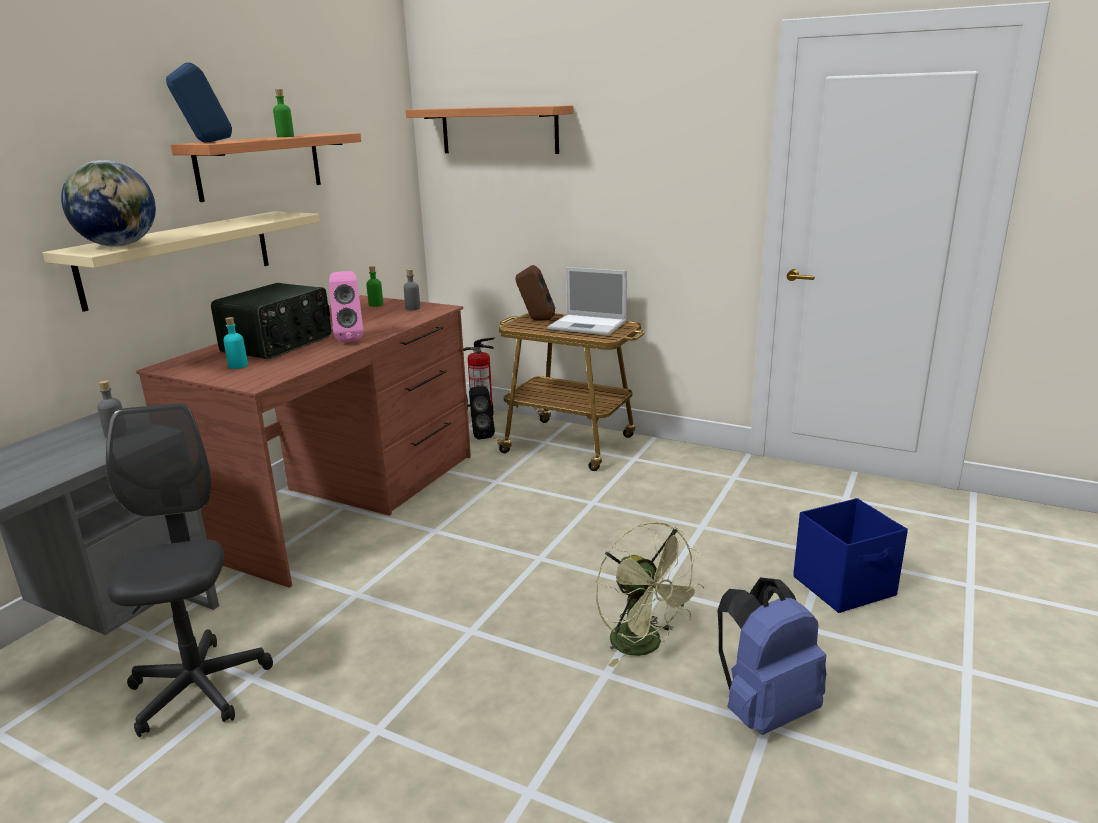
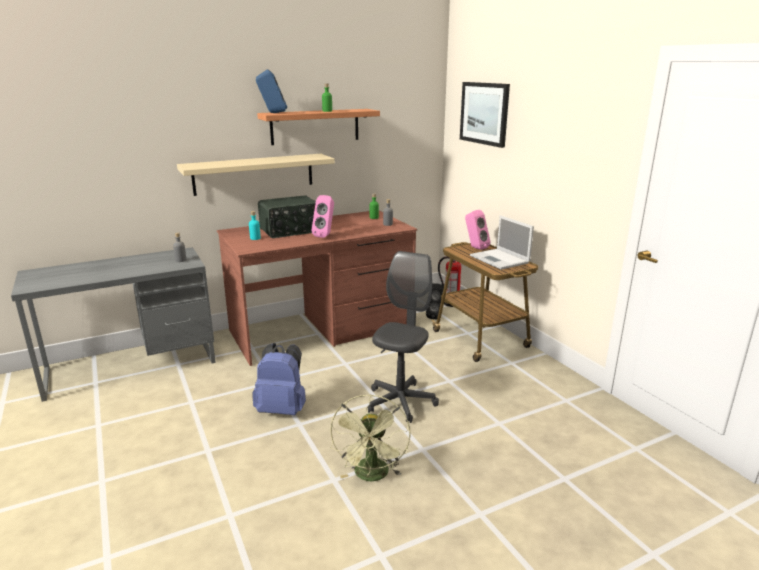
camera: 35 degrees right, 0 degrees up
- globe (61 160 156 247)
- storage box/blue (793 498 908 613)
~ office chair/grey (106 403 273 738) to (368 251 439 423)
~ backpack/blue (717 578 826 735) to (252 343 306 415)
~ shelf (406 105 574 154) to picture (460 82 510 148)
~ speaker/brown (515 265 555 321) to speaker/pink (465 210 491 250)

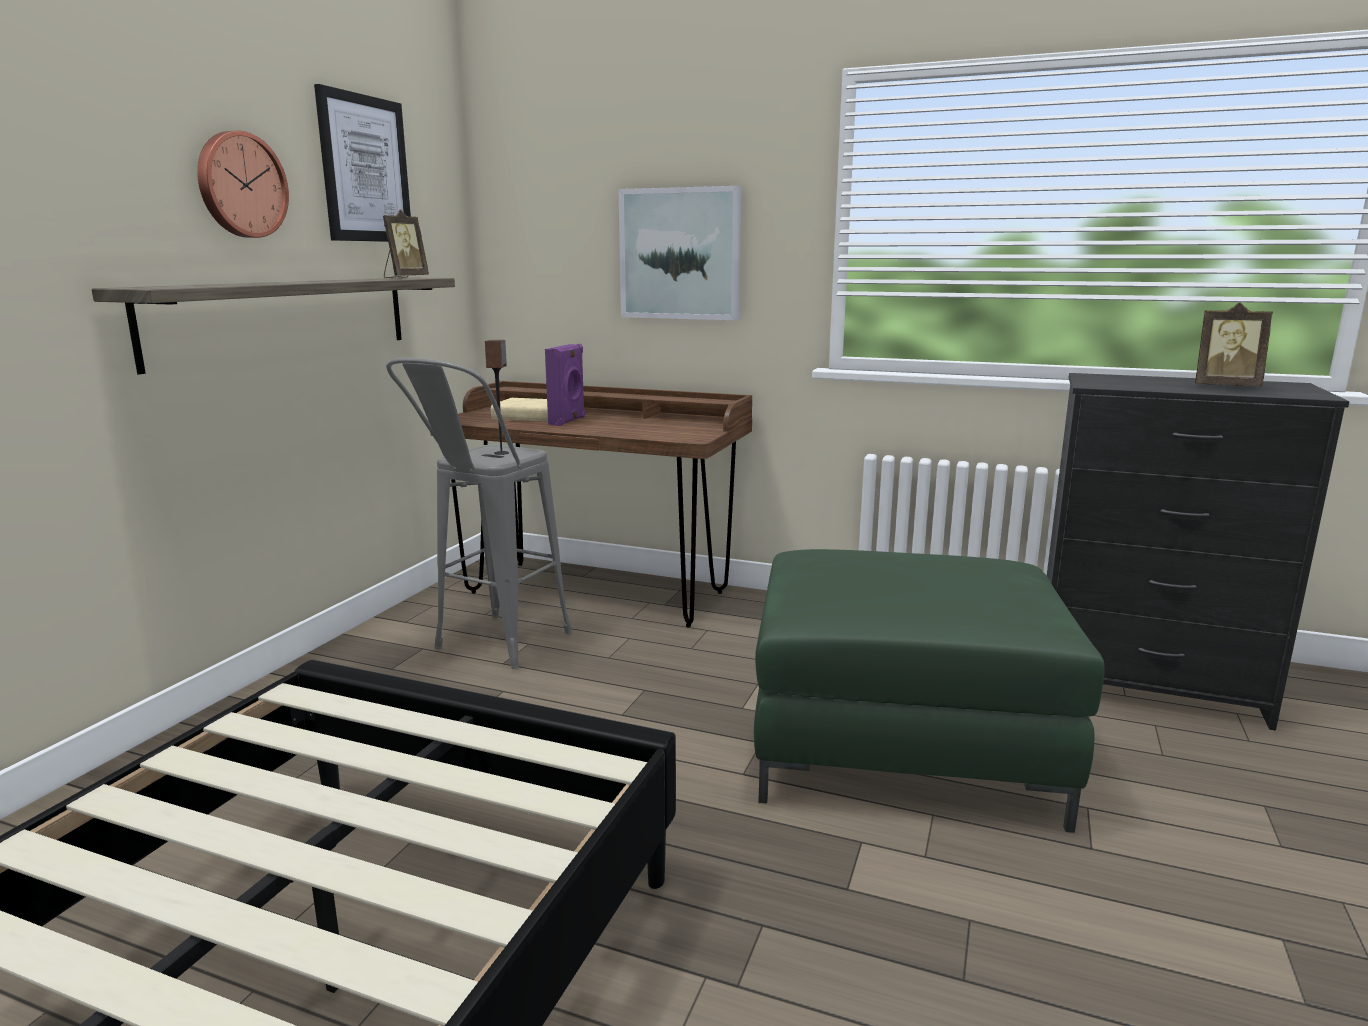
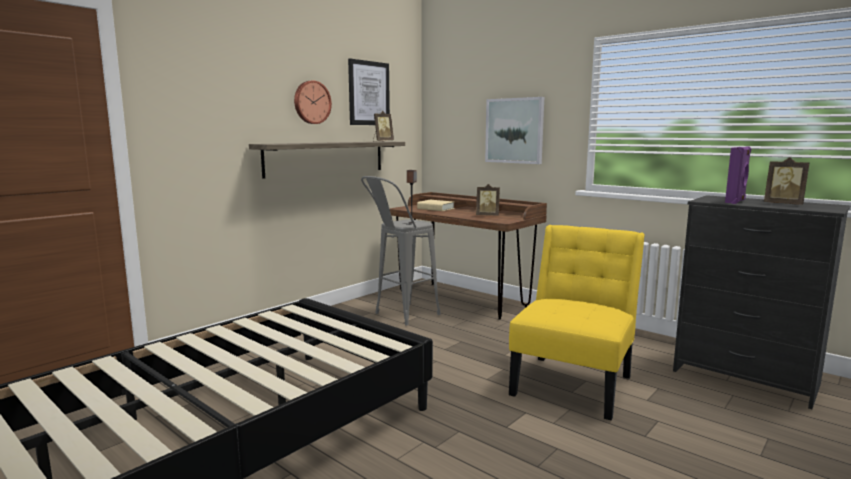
camera: 20 degrees right, 5 degrees down
+ picture frame (476 184 500 216)
~ speaker/purple (545 344 585 426) to (725 146 751 204)
~ ottoman/green (754 549 1105 833) to chair/yellow (509 225 645 421)

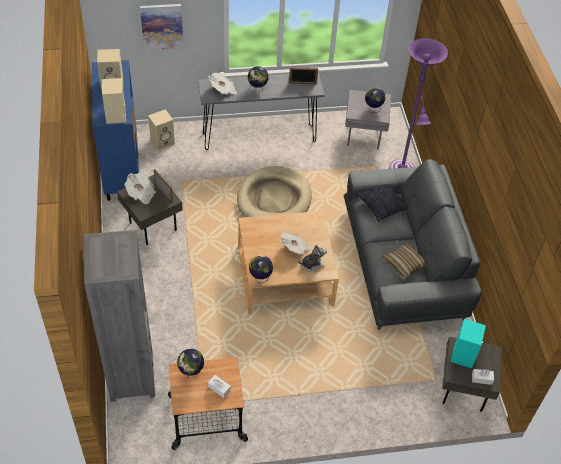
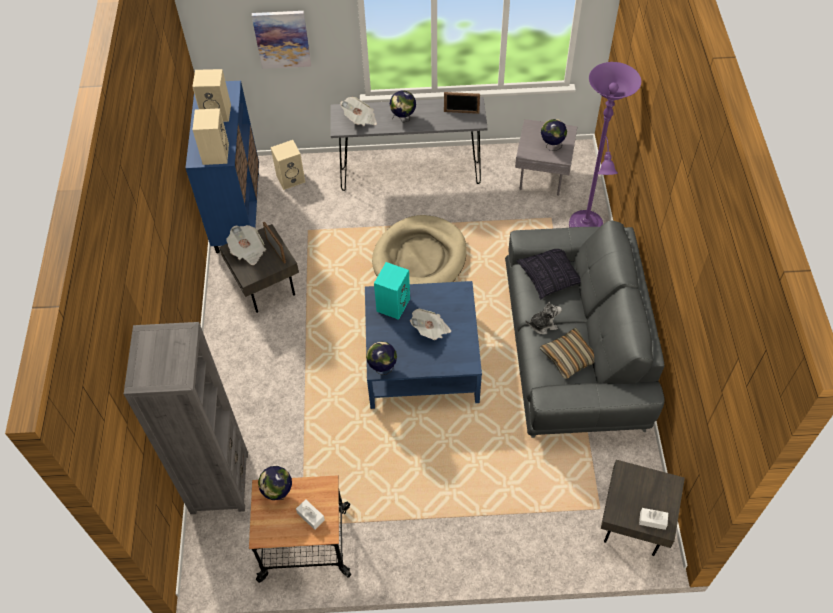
camera: 10 degrees right, 5 degrees up
~ plush toy (298 245 327 272) to (525 302 562 334)
~ speaker/turquoise (451 319 486 368) to (374 262 410 320)
~ coffee table/beige (238 211 339 314) to coffee table/blue (365 281 482 409)

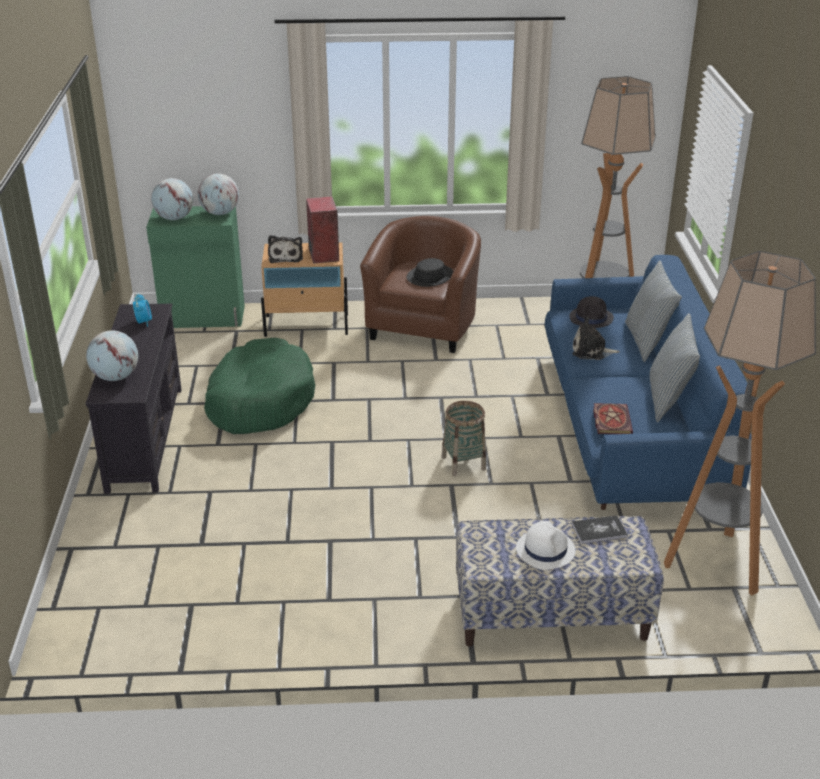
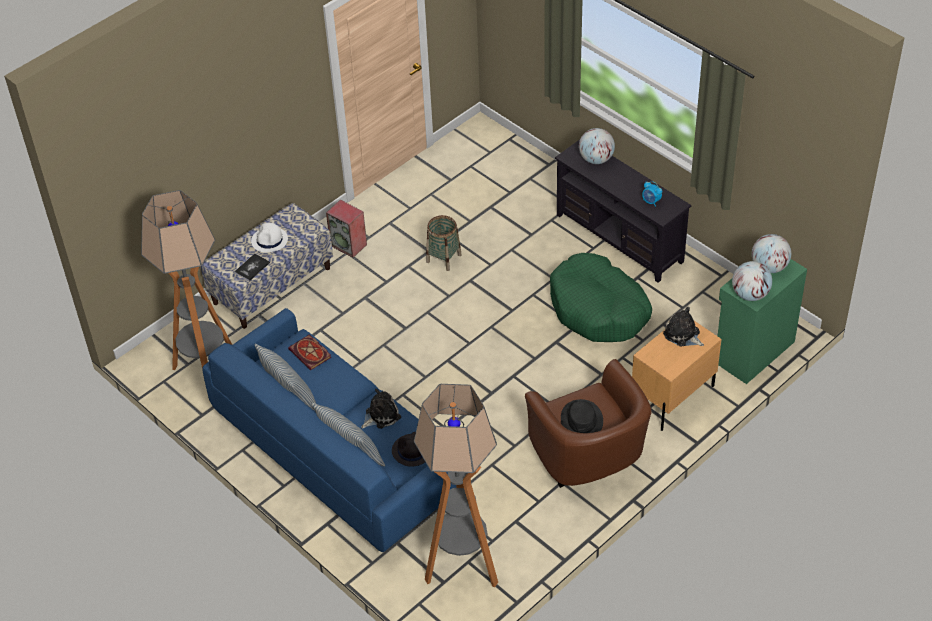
camera: 140 degrees right, 15 degrees up
~ speaker (306 196 339 264) to (326 200 367 258)
~ basket (442 401 486 476) to (426 215 462 271)

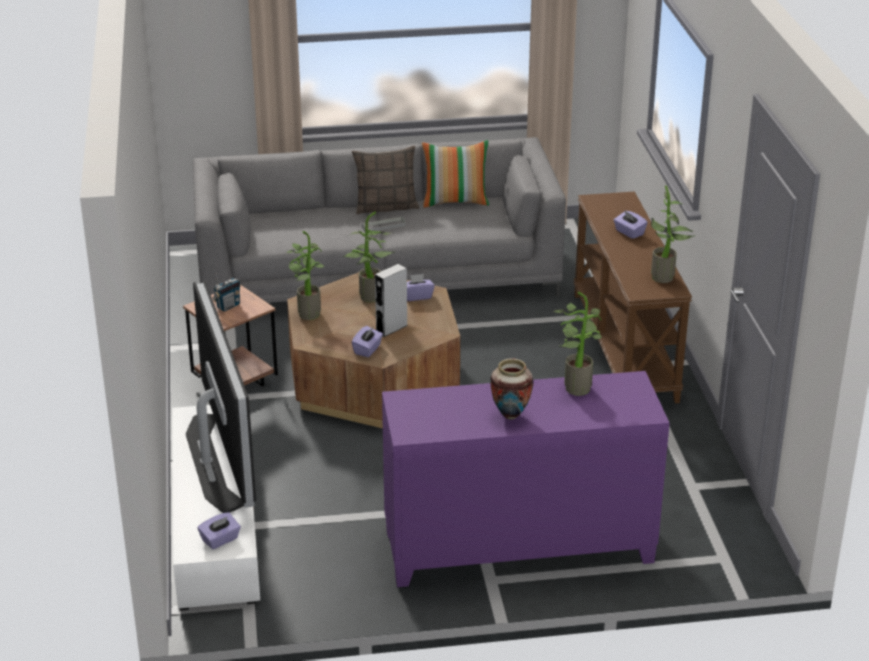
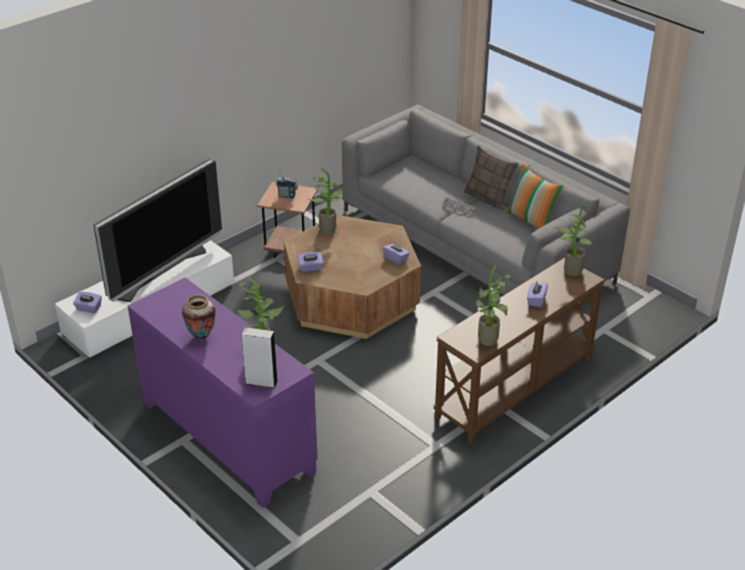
camera: 55 degrees right, 5 degrees up
~ potted plant (343 211 394 302) to (554 205 593 276)
~ speaker/grey (375 264 408 337) to (241 327 278 388)

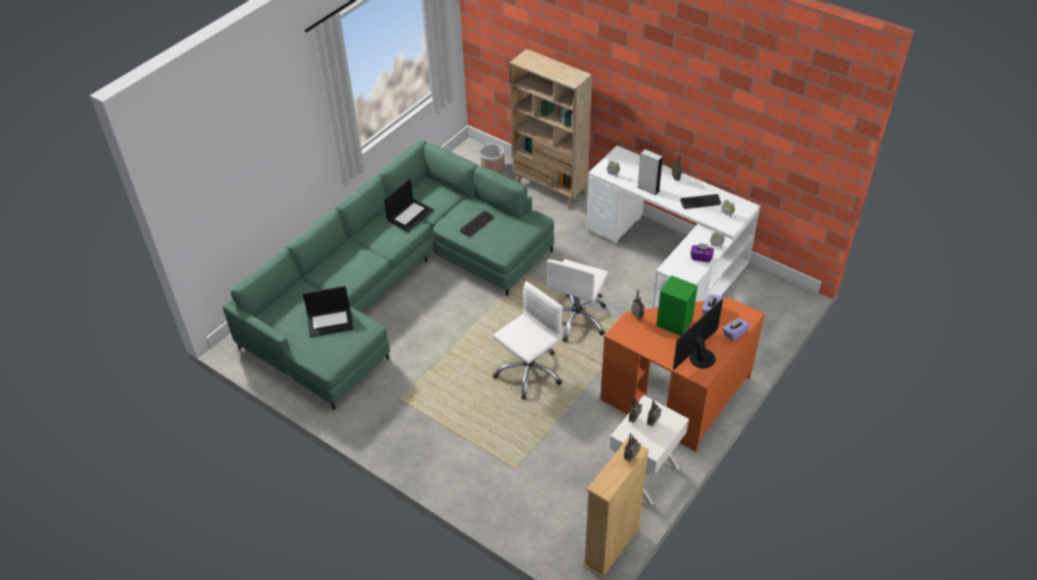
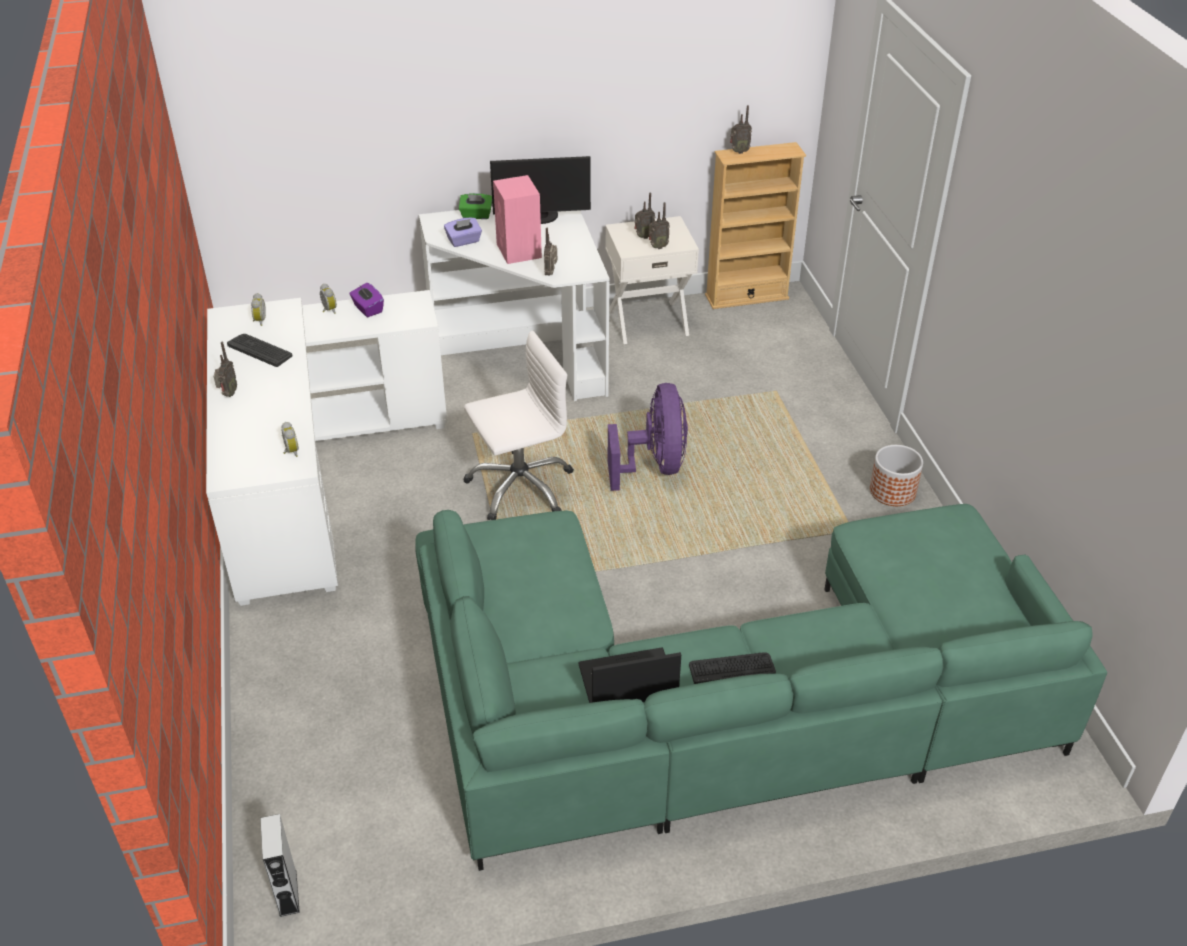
camera: 140 degrees left, 5 degrees down
- laptop (303 286 354 337)
- bookcase/beige (509 49 592 210)
~ keyboard (460 210 494 237) to (689 652 776 684)
~ planter (480 144 505 174) to (870 445 923 506)
~ speaker/grey (637 149 663 195) to (260 814 300 917)
~ office chair/white (493 281 563 400) to fan/purple (608 383 688 491)
~ desk/orange (600 298 765 452) to desk/white (419 206 610 401)
~ speaker/green (656 275 698 336) to speaker/pink (493 175 542 264)
~ tissue box/purple (723 318 750 341) to tissue box/green (459 193 492 219)

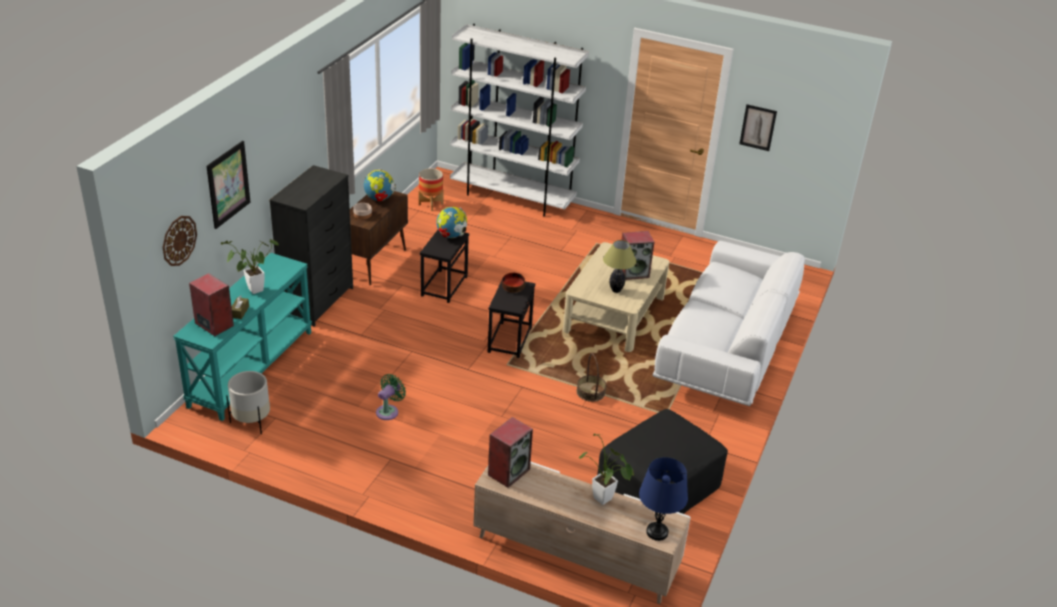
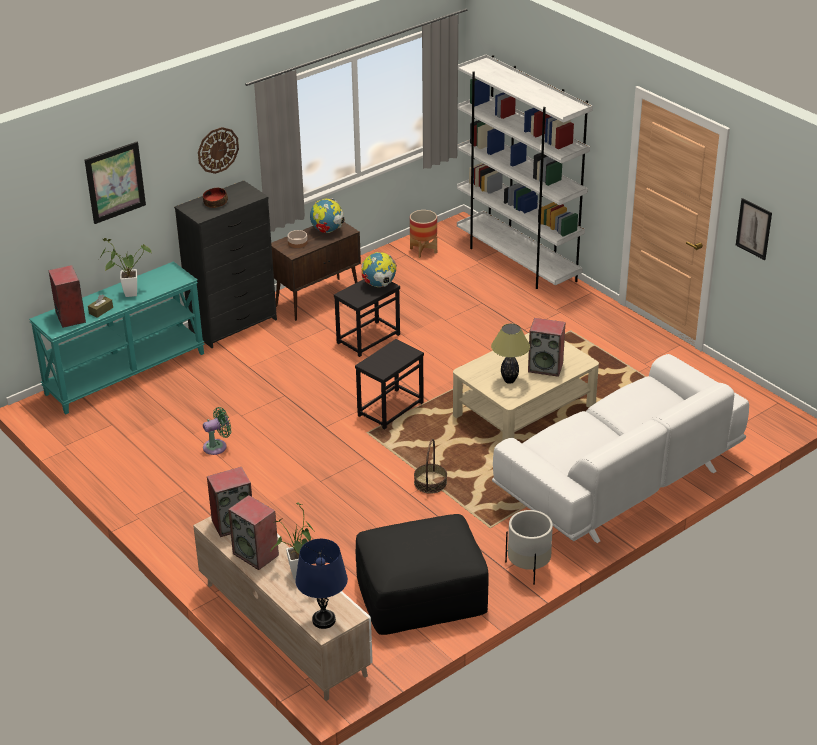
camera: 30 degrees right, 0 degrees up
+ speaker (228 495 279 570)
~ wall clock (162 216 197 266) to (198 127 239 174)
~ planter/white (226 371 270 434) to (505 510 553 585)
~ bowl (502 273 525 293) to (203 188 228 208)

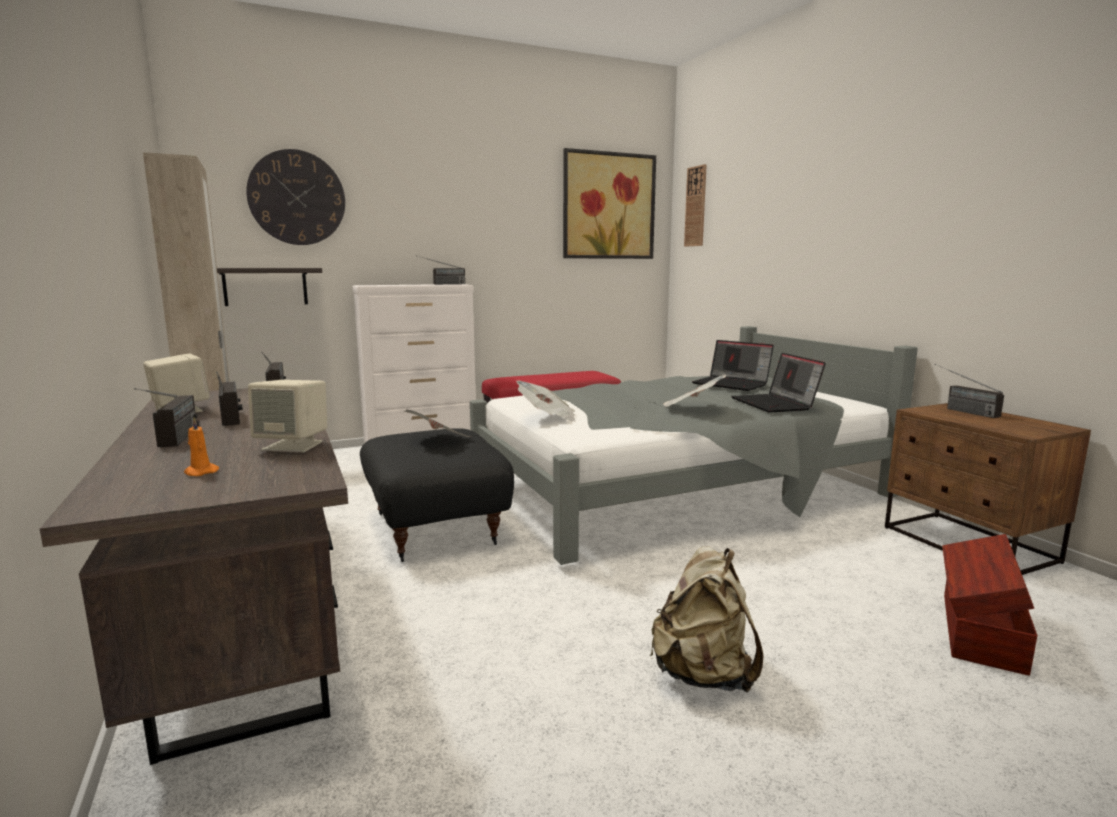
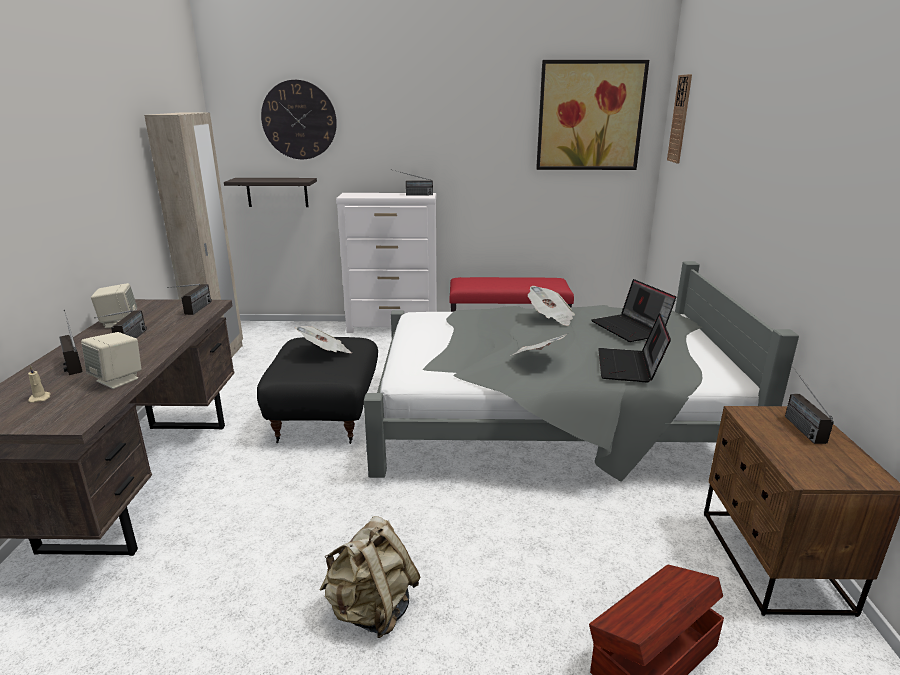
camera: 25 degrees right, 10 degrees up
~ newspaper (516 380 575 422) to (528 286 575 326)
~ candle/orange (184 417 219 476) to candle/beige (28 365 51 403)
~ radio (134 388 200 447) = (59 310 83 375) 135 degrees clockwise

